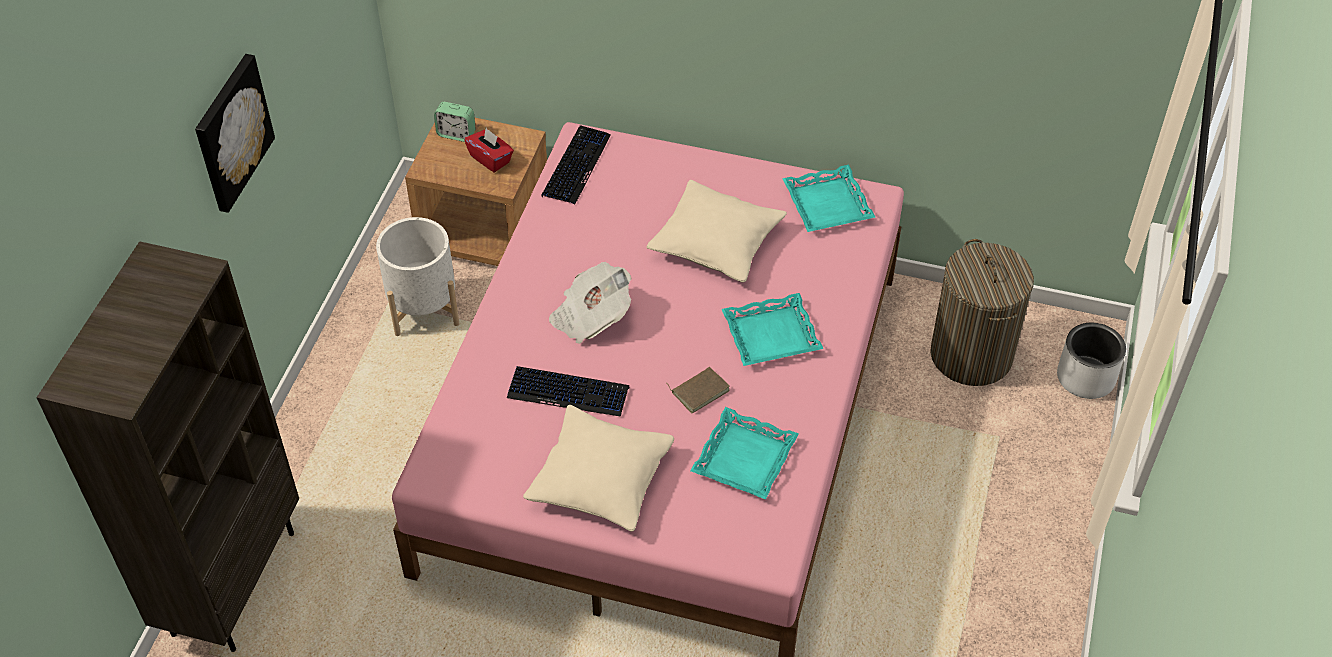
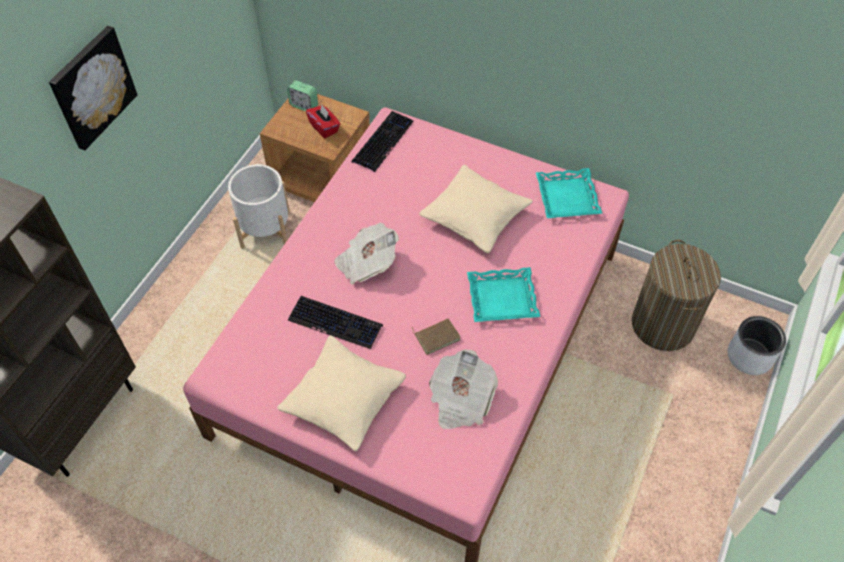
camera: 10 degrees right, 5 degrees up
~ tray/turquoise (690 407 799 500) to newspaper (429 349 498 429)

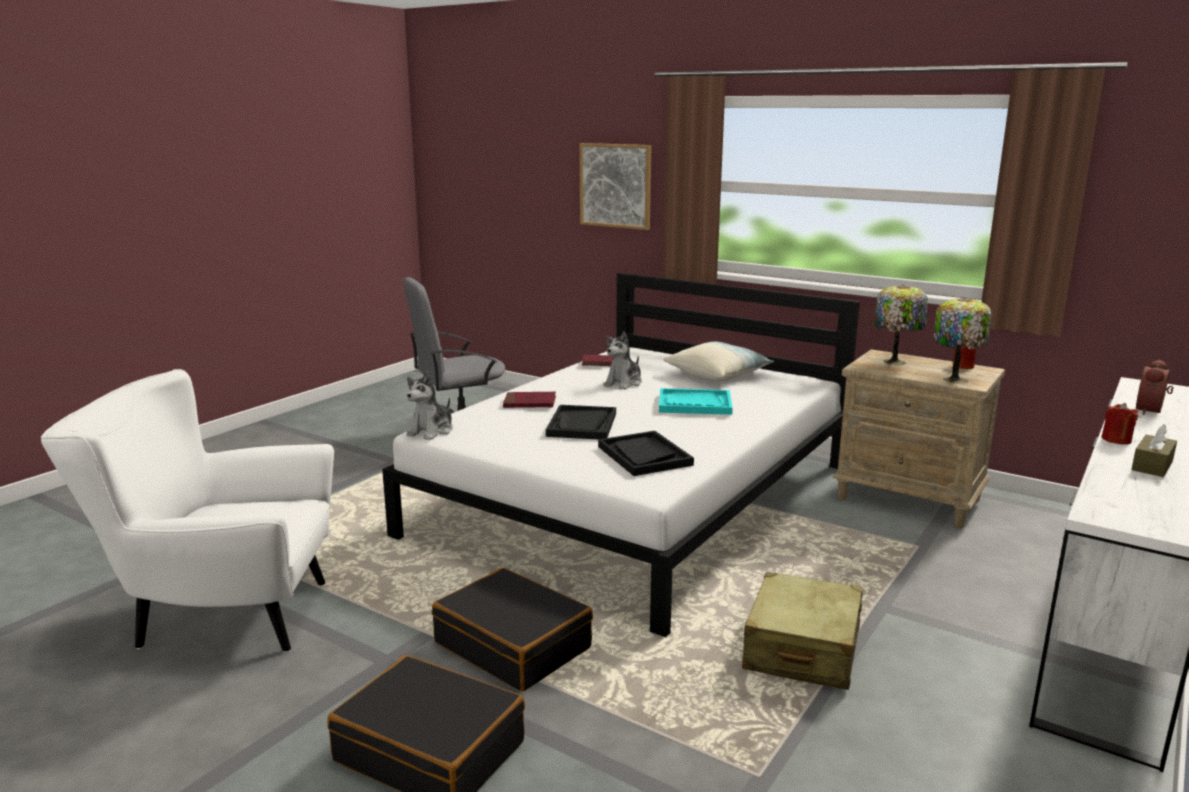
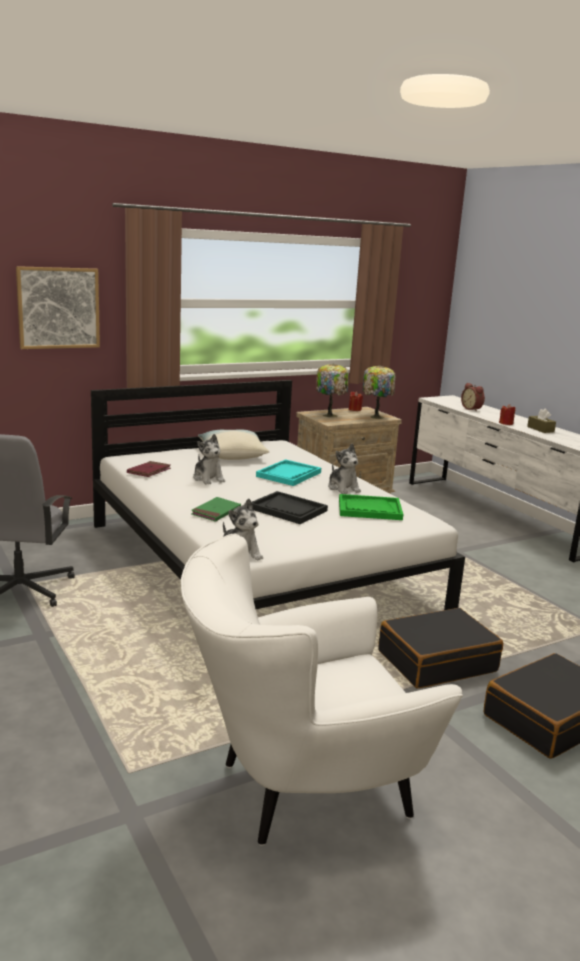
camera: 65 degrees left, 0 degrees up
- suitcase/beige (742 572 862 690)
+ plush toy (328 444 361 494)
~ book/red (503 392 556 408) to book/green (191 497 241 521)
~ tray/black (598 431 694 476) to tray/green (339 494 403 520)
~ armchair/white (41 369 334 653) = (181 534 463 846) 45 degrees clockwise

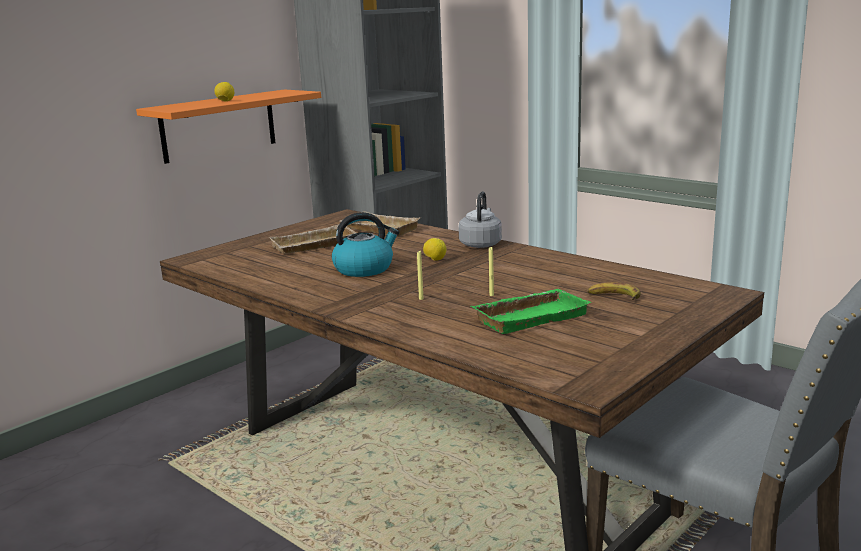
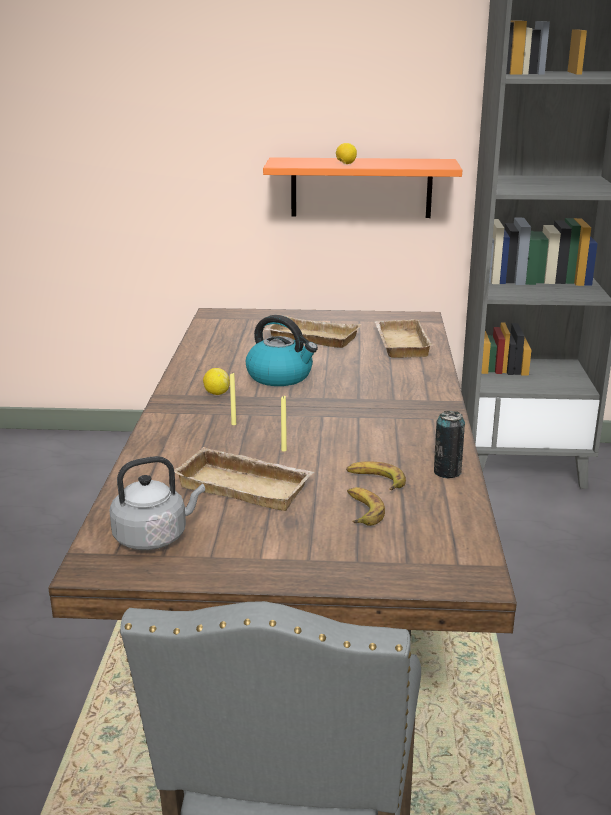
camera: 50 degrees right, 5 degrees up
+ banana (346 461 406 490)
+ can (434 411 465 479)
~ lemon (423 238 446 261) to (203 368 230 395)
~ kettle/grey (458 191 502 248) to (109 456 205 550)
~ tray/green (471 289 591 334) to tray/beige (174 447 314 511)

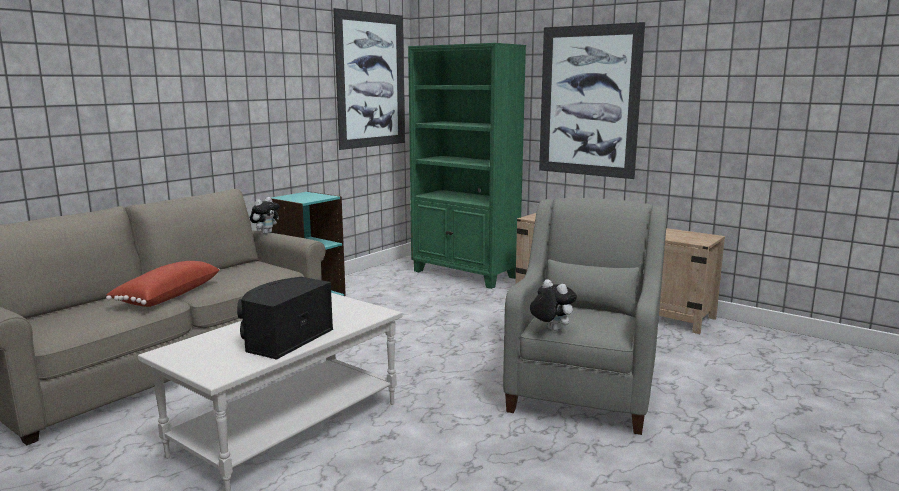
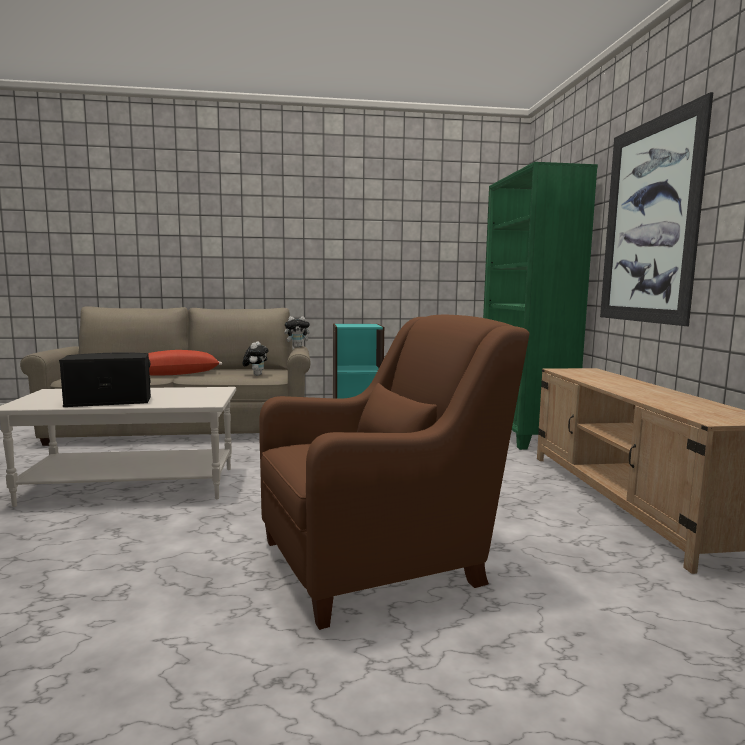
camera: 45 degrees right, 5 degrees down
- picture (333 8 405 150)
~ plush toy (530 279 577 331) to (243 342 269 376)
~ armchair/grey (503 198 668 435) to armchair/brown (259 315 529 630)

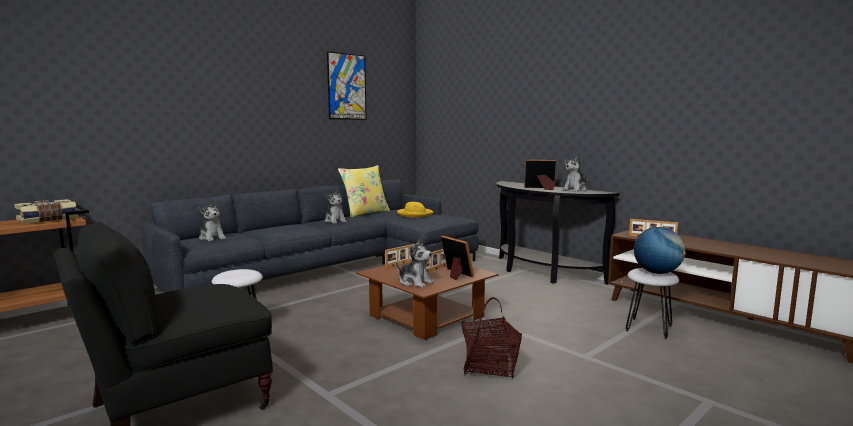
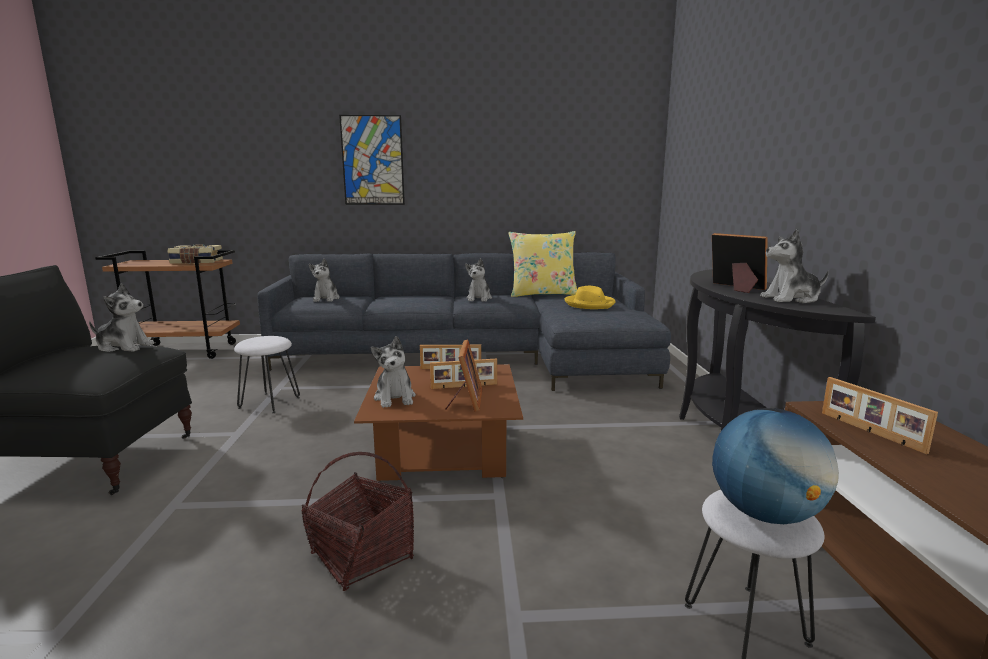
camera: 40 degrees right, 5 degrees up
+ plush toy (89 283 154 352)
~ picture (327 51 367 120) to (339 115 405 205)

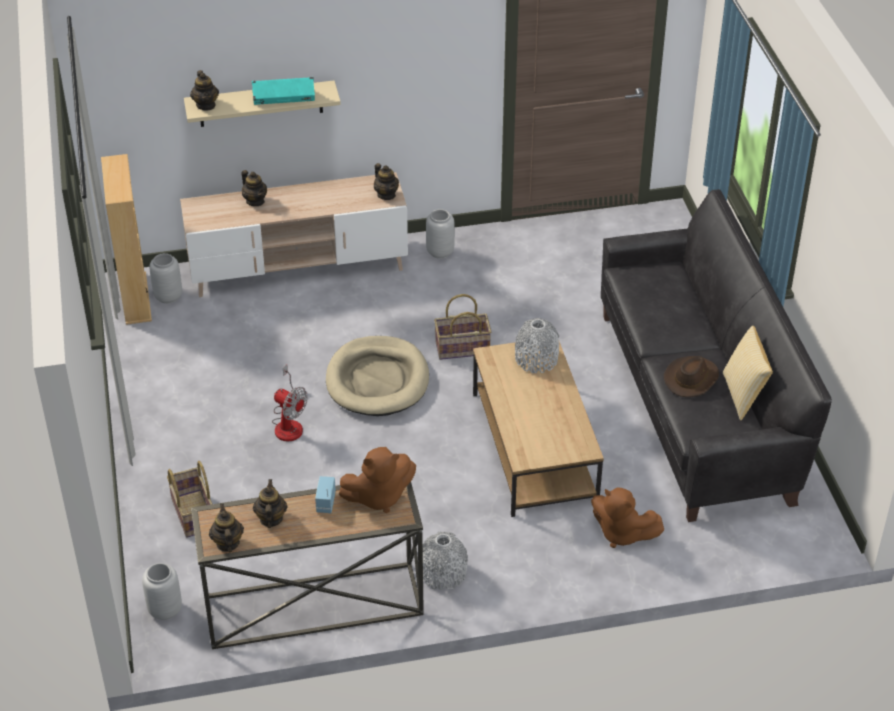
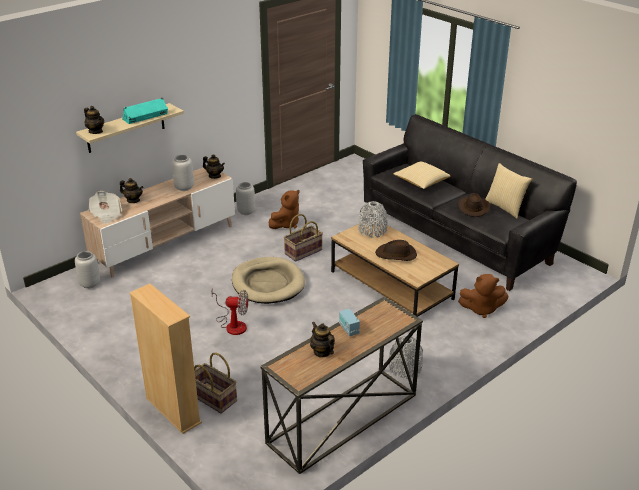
camera: 30 degrees left, 10 degrees down
- teapot (209 503 244 553)
+ newspaper (89 191 122 224)
+ hat/brown (375 240 417 261)
+ pillow (393 161 450 189)
~ bookcase/beige (101 154 152 325) to (129 284 202 434)
~ vase/grey (142 563 182 620) to (172 155 194 191)
~ plush toy/brown (339 447 416 513) to (268 190 299 229)

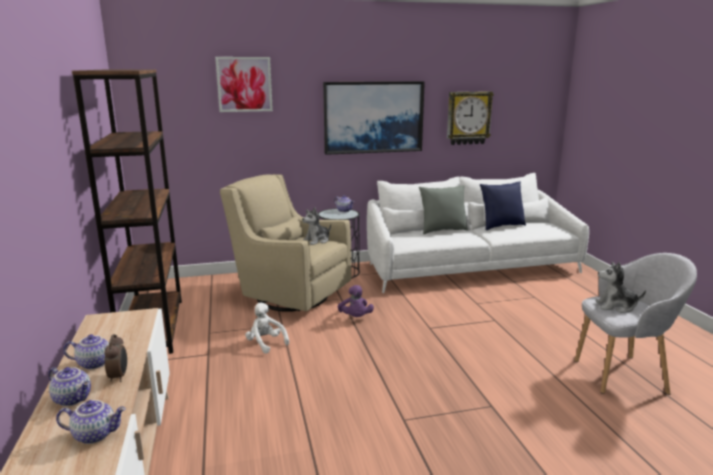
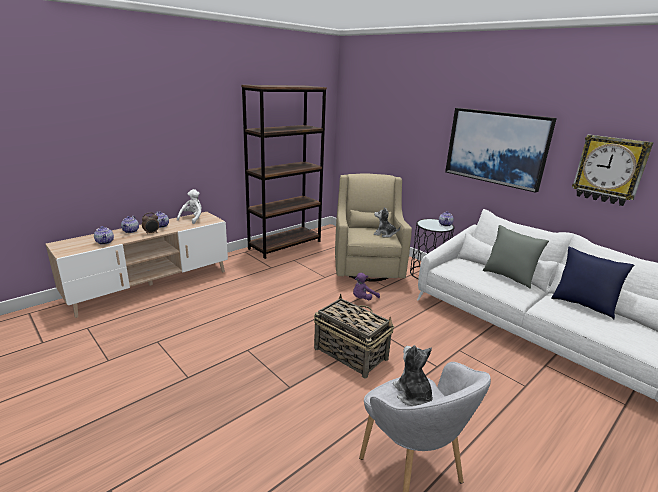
camera: 60 degrees right, 5 degrees up
- picture (215 57 273 112)
+ basket (314 294 394 378)
~ plush toy/white (245 302 289 354) to (177 189 202 224)

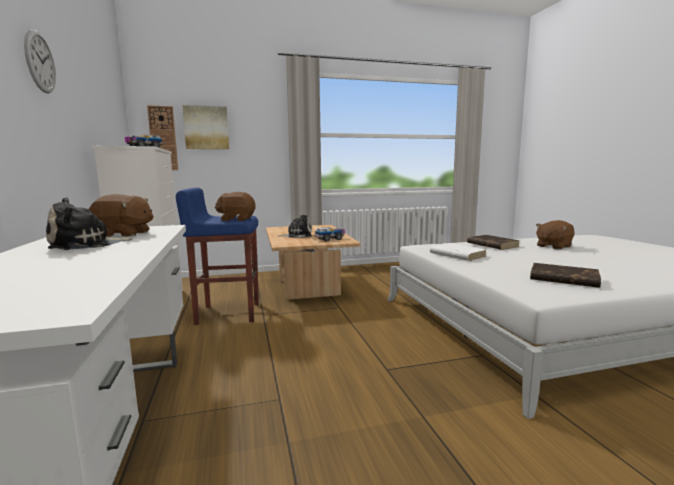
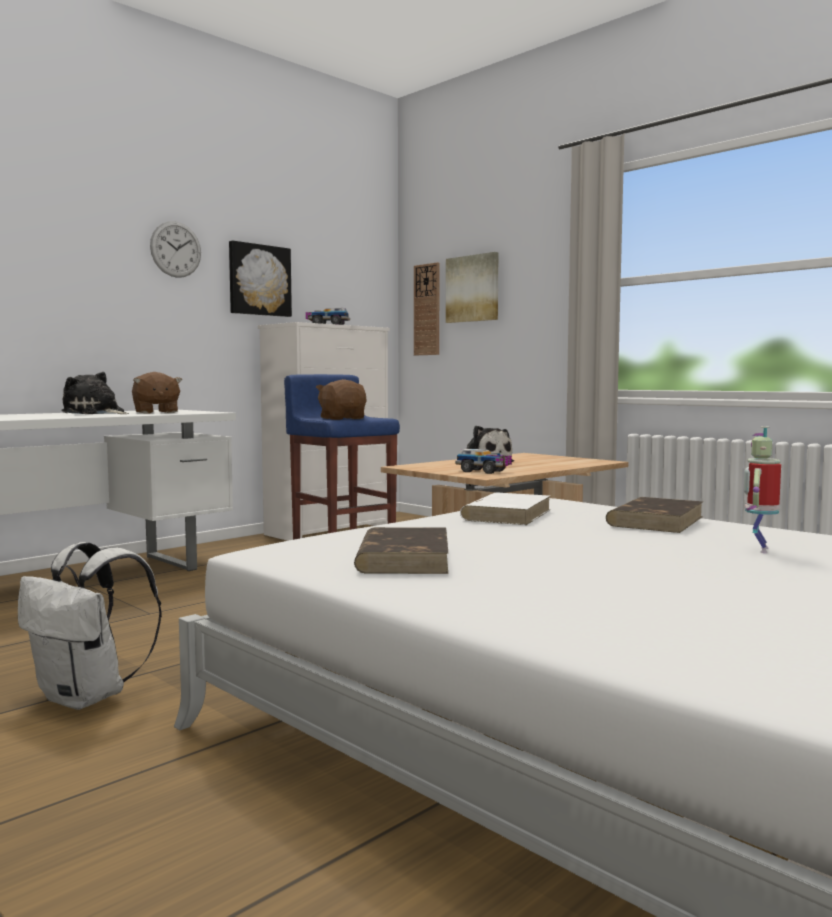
camera: 60 degrees right, 5 degrees down
+ backpack/white (18 542 162 710)
+ picture (229 241 292 317)
~ plush toy/brown (536 220 574 249) to toy robot (744 426 781 553)

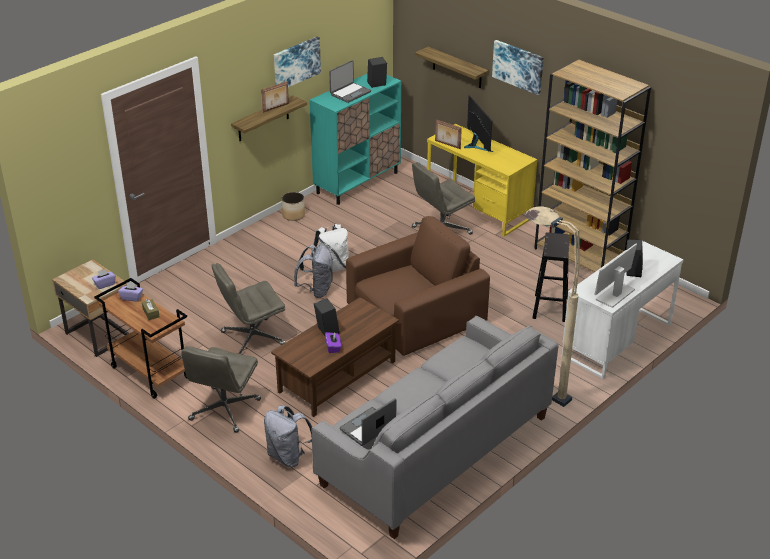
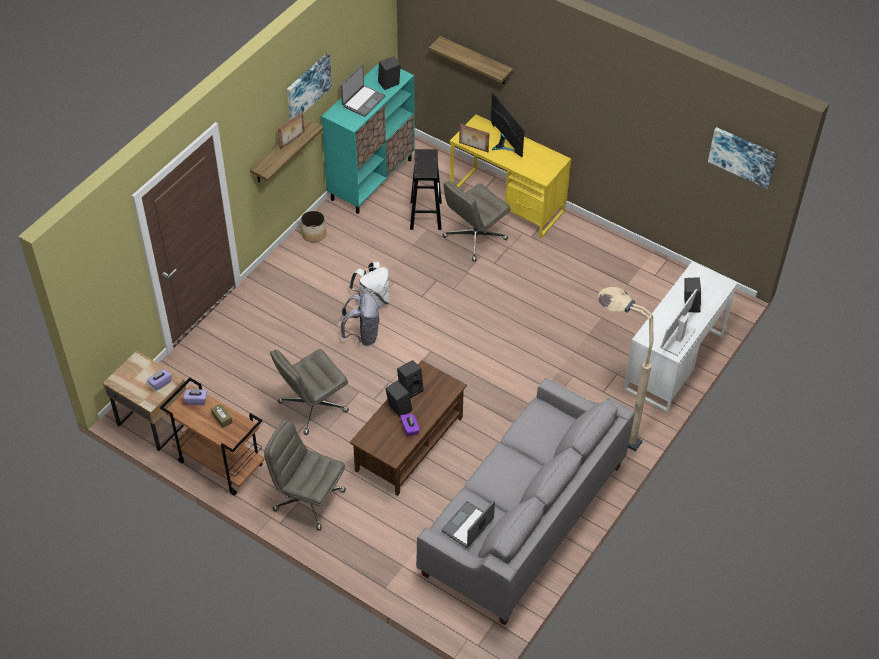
camera: 10 degrees left, 15 degrees up
- backpack/grey (264 406 312 467)
- armchair/brown (346 216 490 356)
- bookcase/brown (534 60 651 272)
+ speaker/black (397 360 424 398)
~ picture (492 40 544 95) to (708 127 778 189)
~ stool/black (532 232 570 322) to (410 149 442 230)
~ office chair/grey (181 346 261 433) = (264 419 346 530) 105 degrees clockwise

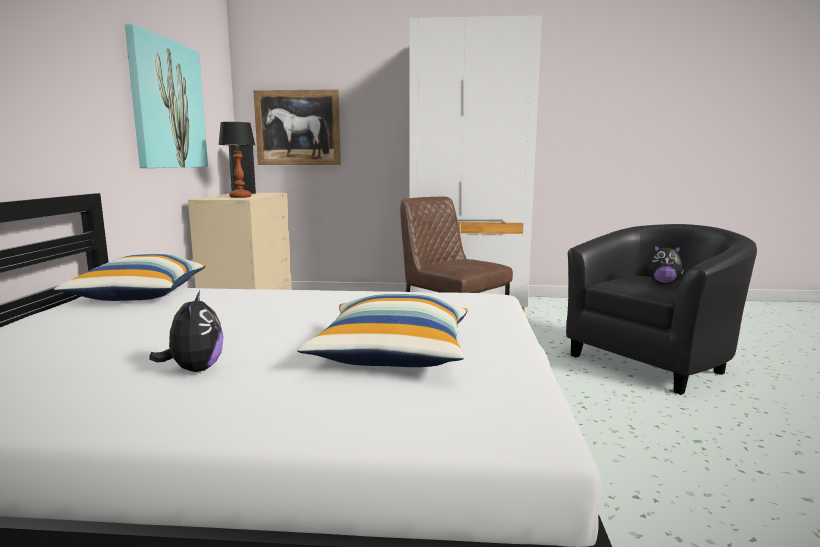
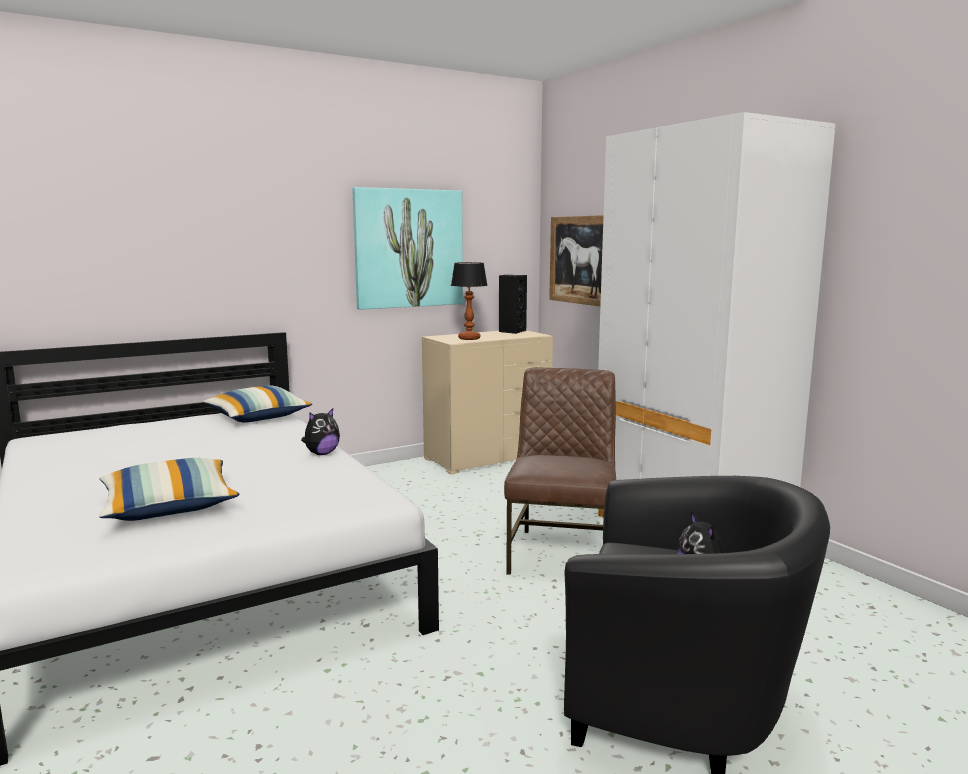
camera: 55 degrees right, 0 degrees up
~ plush toy (149 291 223 372) to (301 408 340 455)

